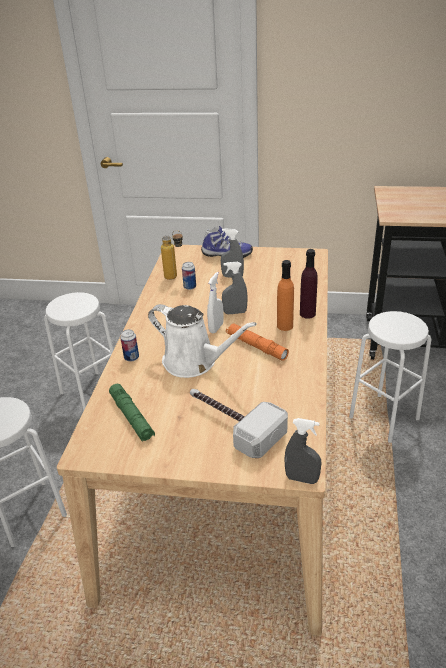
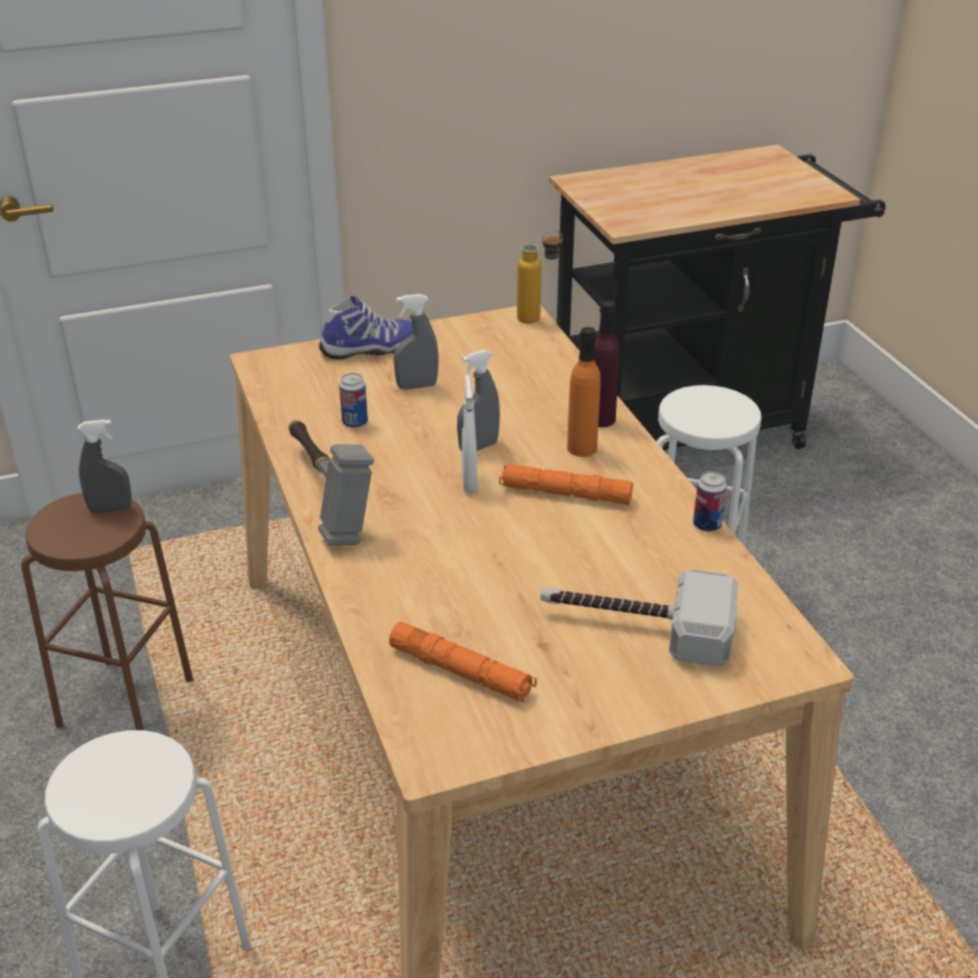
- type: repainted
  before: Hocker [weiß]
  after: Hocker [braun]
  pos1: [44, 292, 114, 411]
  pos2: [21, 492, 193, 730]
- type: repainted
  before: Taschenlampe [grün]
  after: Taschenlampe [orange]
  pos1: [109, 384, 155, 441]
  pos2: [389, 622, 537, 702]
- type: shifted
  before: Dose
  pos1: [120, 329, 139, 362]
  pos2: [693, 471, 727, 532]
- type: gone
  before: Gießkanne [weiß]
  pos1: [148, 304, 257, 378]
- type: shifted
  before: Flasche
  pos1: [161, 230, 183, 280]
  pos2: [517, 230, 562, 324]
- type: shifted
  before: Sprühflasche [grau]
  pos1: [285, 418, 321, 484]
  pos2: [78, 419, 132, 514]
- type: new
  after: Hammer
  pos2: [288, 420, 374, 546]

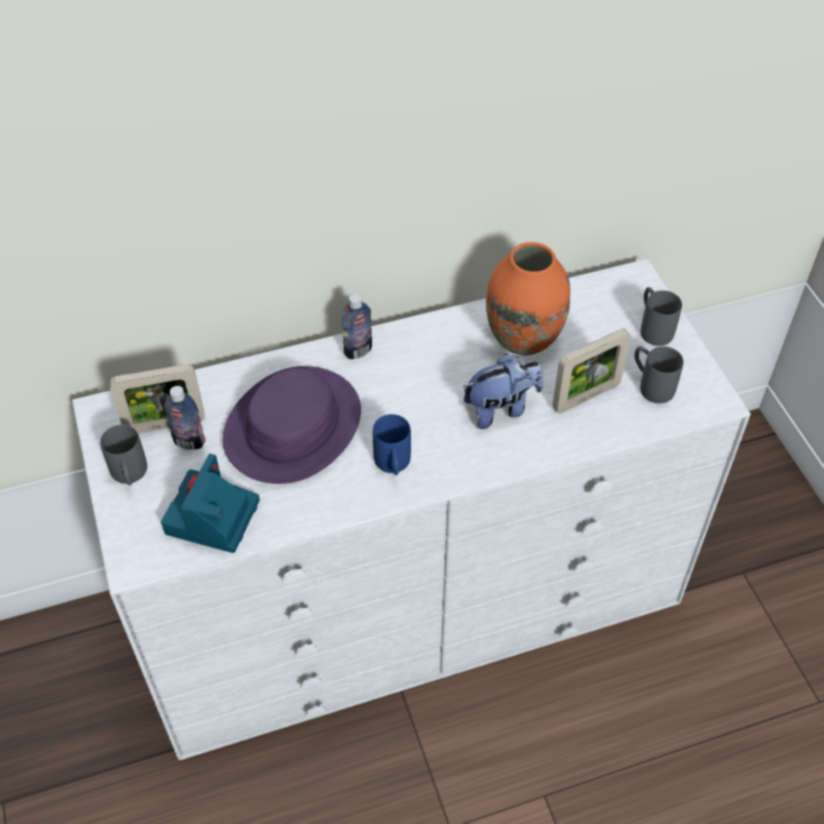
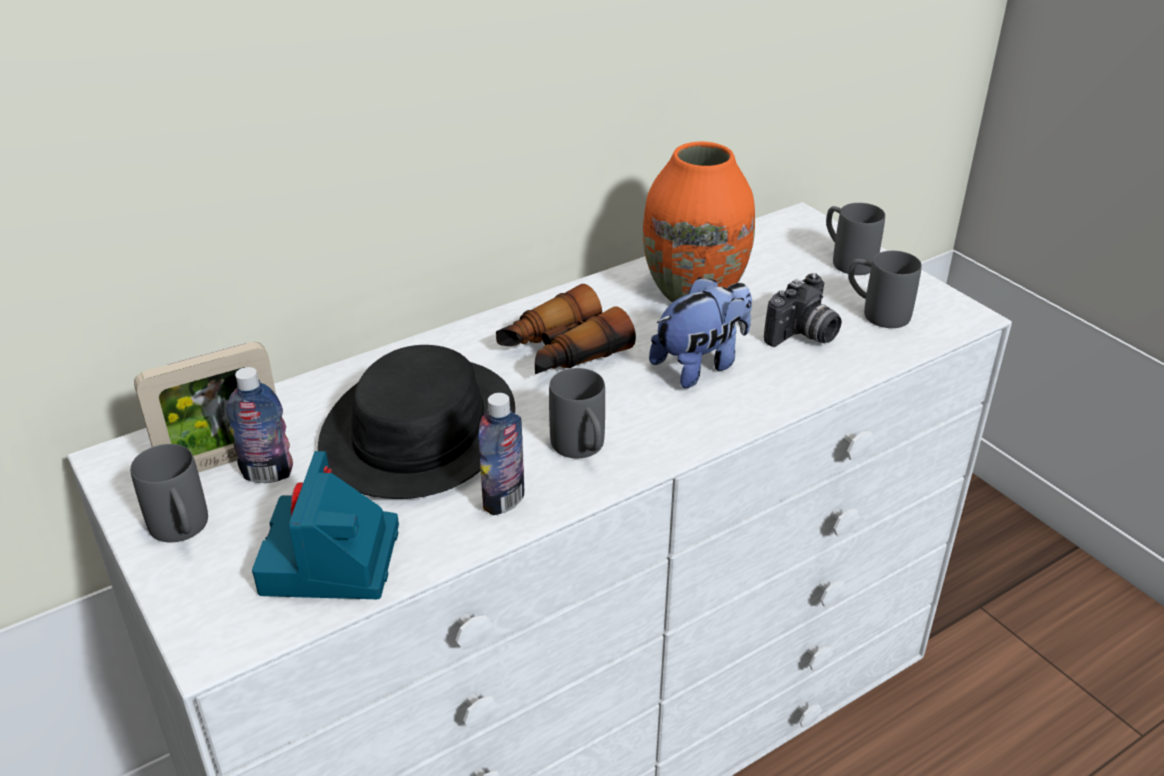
- type: repainted
  before: Hut [lila]
  after: Hut [schwarz]
  pos1: [223, 366, 361, 484]
  pos2: [318, 345, 515, 499]
- type: shifted
  before: Flasche
  pos1: [342, 294, 372, 359]
  pos2: [479, 393, 524, 515]
- type: repainted
  before: Henkelbecher [blau]
  after: Henkelbecher [grau]
  pos1: [373, 414, 411, 475]
  pos2: [549, 368, 605, 458]
- type: swapped
  before: Bilderrahmen
  after: Kamera
  pos1: [552, 329, 631, 414]
  pos2: [764, 273, 842, 347]
- type: new
  after: Fernglas
  pos2: [496, 284, 636, 374]

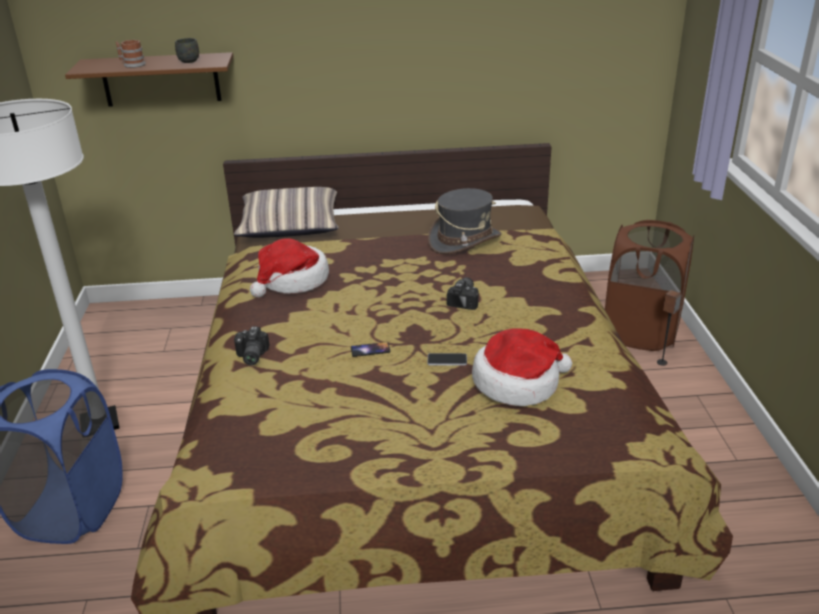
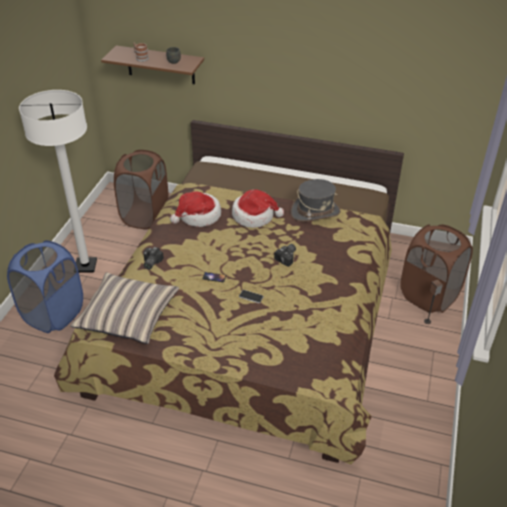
- type: shifted
  before: Kissen
  pos1: [234, 187, 339, 238]
  pos2: [70, 273, 179, 344]
- type: shifted
  before: Hut
  pos1: [472, 329, 572, 406]
  pos2: [232, 189, 284, 228]
- type: new
  after: Wäschekorb [braun]
  pos2: [114, 150, 169, 229]

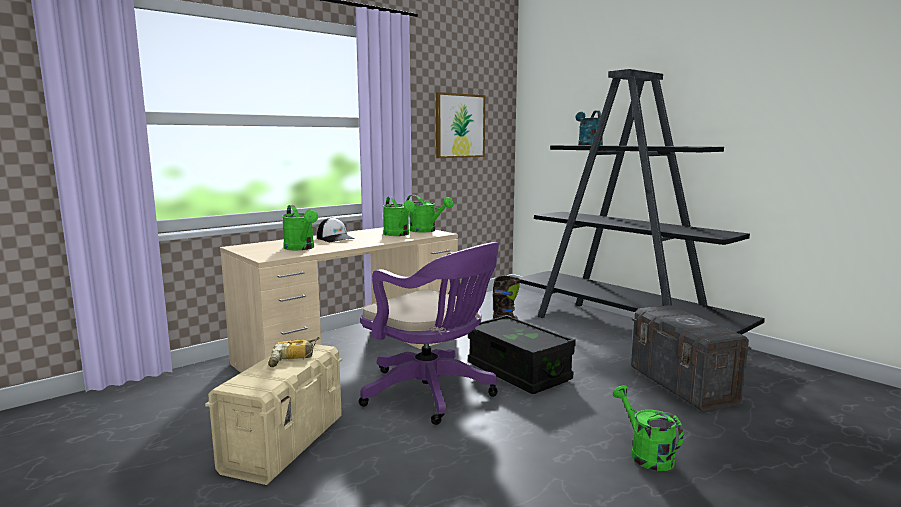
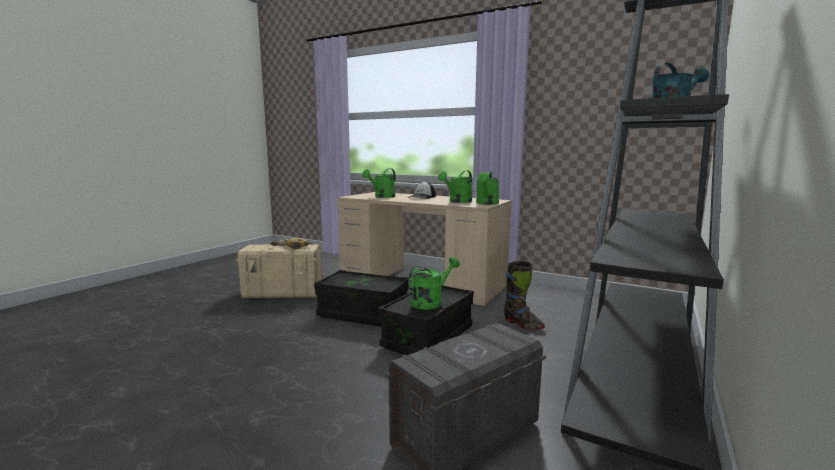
- type: swapped
  before: Bürostuhl [lila]
  after: Aufbewahrungsbox [schwarz]
  pos1: [359, 242, 499, 425]
  pos2: [314, 270, 409, 327]
- type: gone
  before: Bild
  pos1: [436, 92, 485, 158]
- type: shifted
  before: Gießkanne [grün]
  pos1: [613, 385, 683, 471]
  pos2: [408, 257, 460, 310]

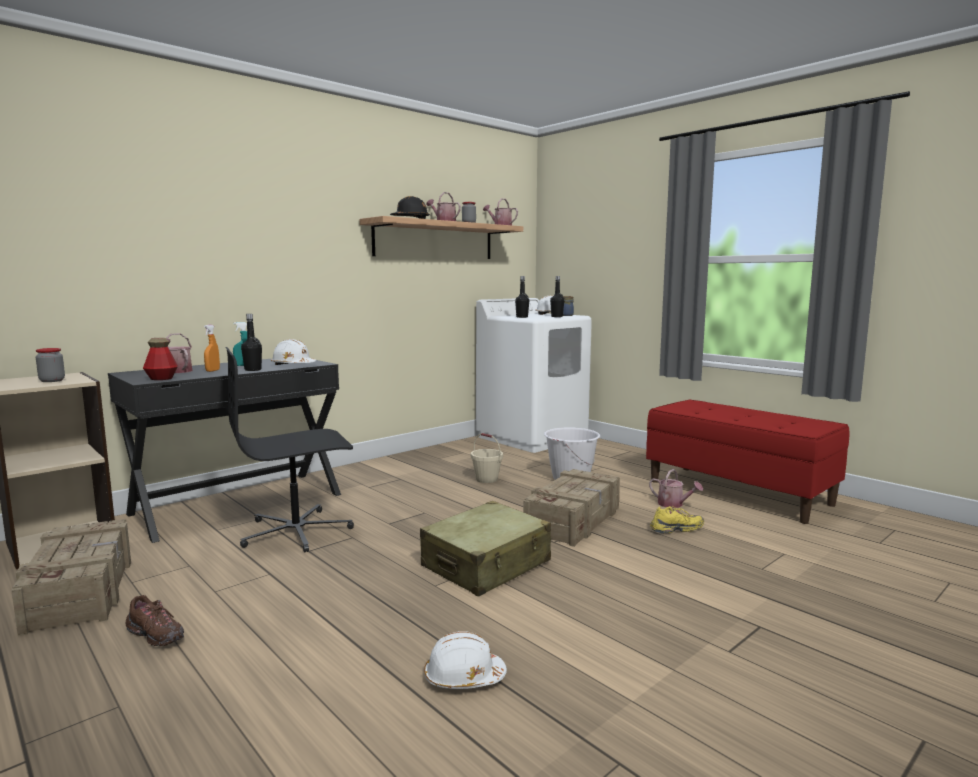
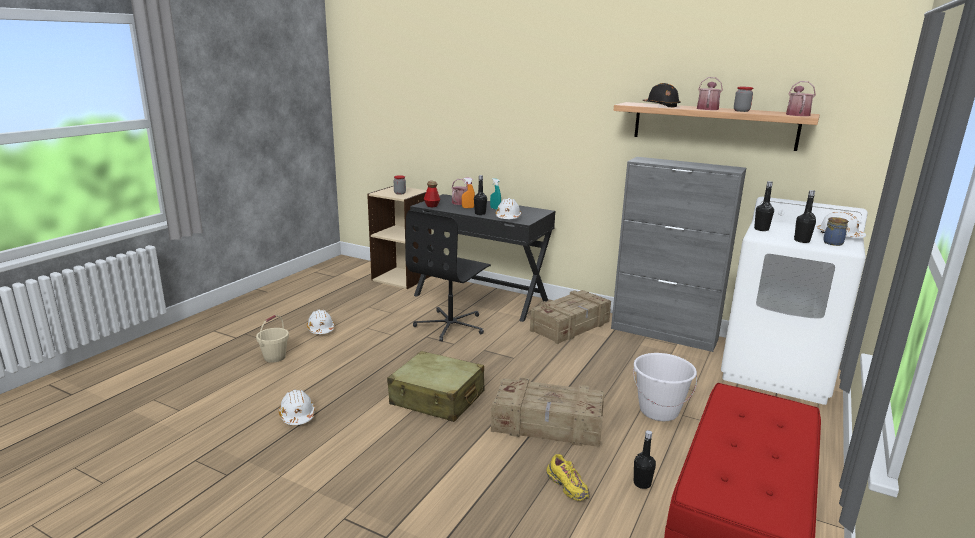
- type: shifted
  before: Kiste
  pos1: [11, 519, 131, 636]
  pos2: [530, 290, 611, 344]
- type: swapped
  before: Schuh [braun]
  after: Schutzhelm [weiß]
  pos1: [126, 595, 184, 646]
  pos2: [307, 310, 334, 334]
- type: rotated
  before: Bürostuhl [schwarz]
  pos1: [225, 347, 354, 553]
  pos2: [405, 210, 491, 342]
  turn: -105
- type: shifted
  before: Eimer [beige]
  pos1: [471, 433, 503, 483]
  pos2: [256, 315, 289, 363]
- type: swapped
  before: Gießkanne
  after: Flasche [schwarz]
  pos1: [649, 469, 703, 508]
  pos2: [634, 430, 656, 489]
- type: new
  after: Schrank [grau]
  pos2: [611, 157, 746, 352]

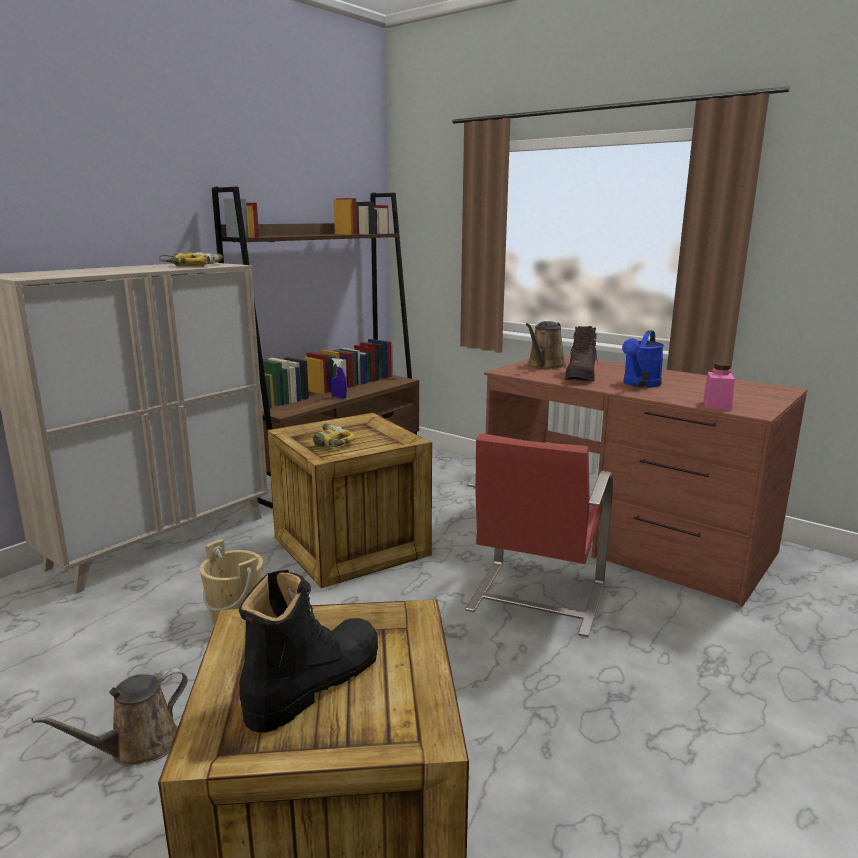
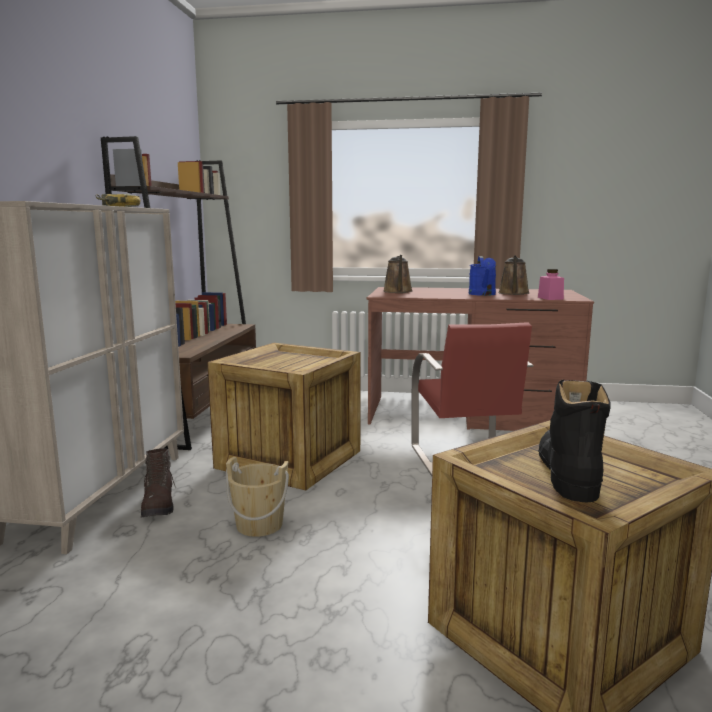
- type: shifted
  before: Gießkanne [braun]
  pos1: [31, 667, 188, 766]
  pos2: [498, 255, 530, 295]
- type: gone
  before: Bohrmaschine
  pos1: [307, 423, 356, 447]
- type: gone
  before: Sprühflasche [blau]
  pos1: [331, 358, 347, 399]
- type: shifted
  before: Stiefel [braun]
  pos1: [565, 326, 599, 382]
  pos2: [141, 448, 176, 518]

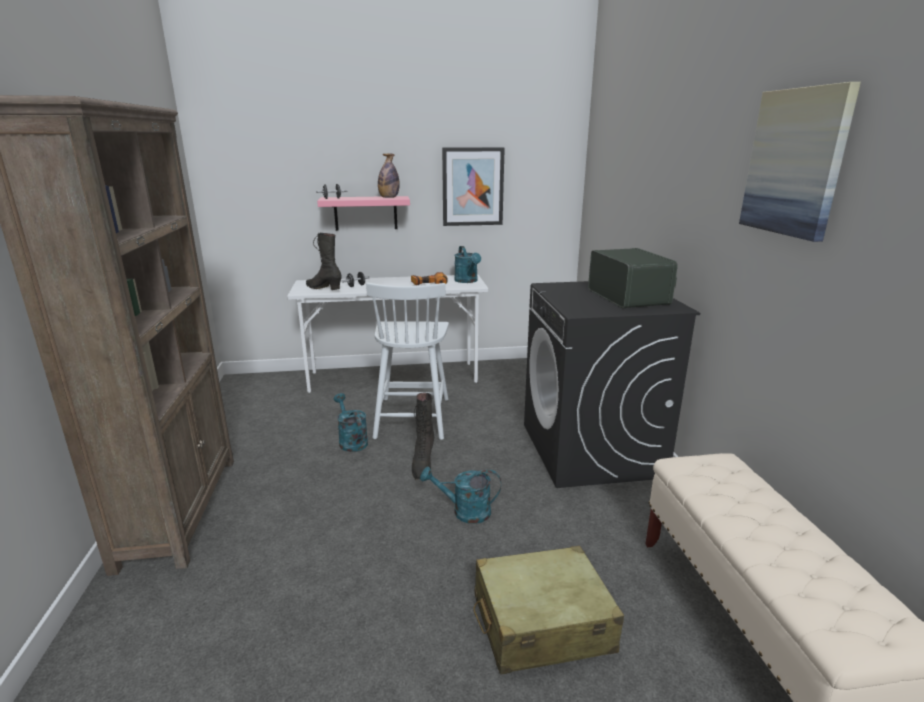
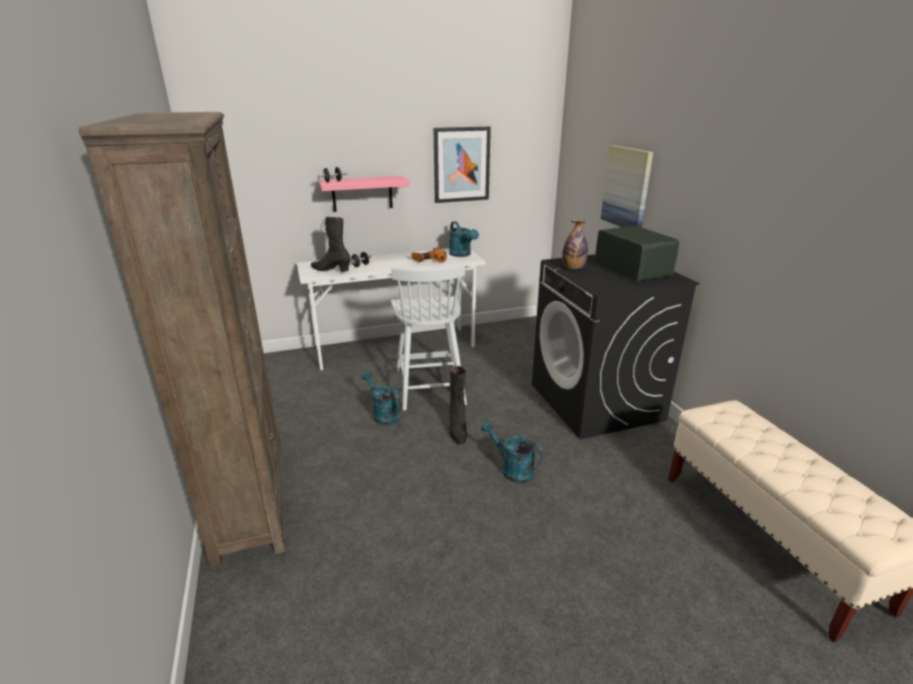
- type: shifted
  before: Flasche
  pos1: [378, 154, 400, 198]
  pos2: [562, 220, 588, 269]
- type: rotated
  before: Gießkanne [türkis]
  pos1: [420, 466, 501, 524]
  pos2: [481, 421, 543, 483]
  turn: 45
- type: gone
  before: Koffer [beige]
  pos1: [473, 546, 624, 674]
- type: shifted
  before: Bild
  pos1: [739, 82, 861, 242]
  pos2: [601, 145, 654, 227]

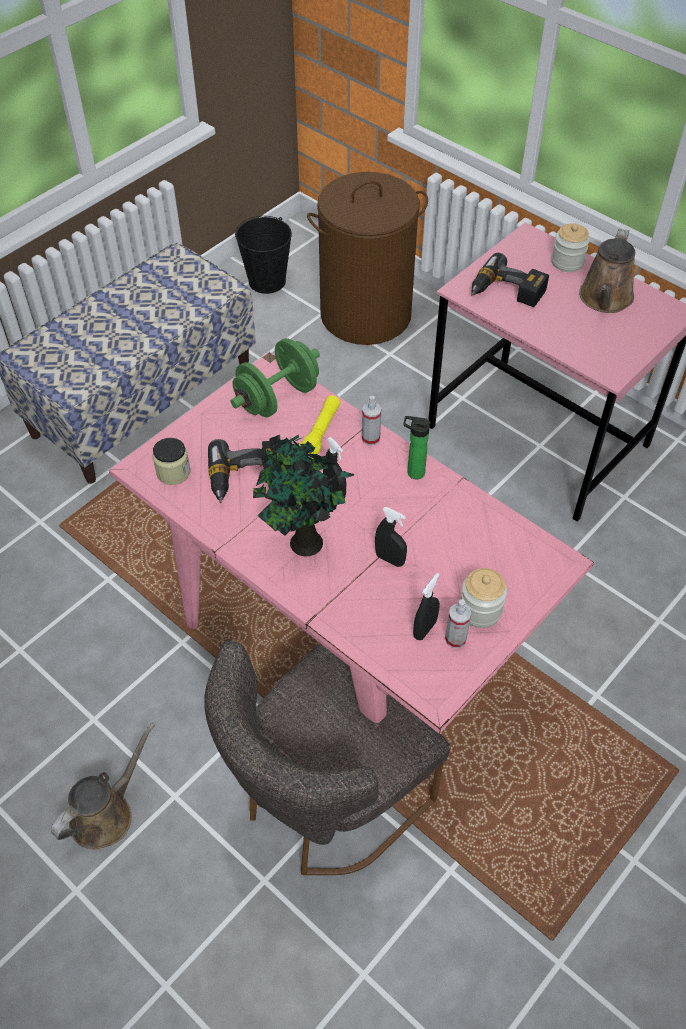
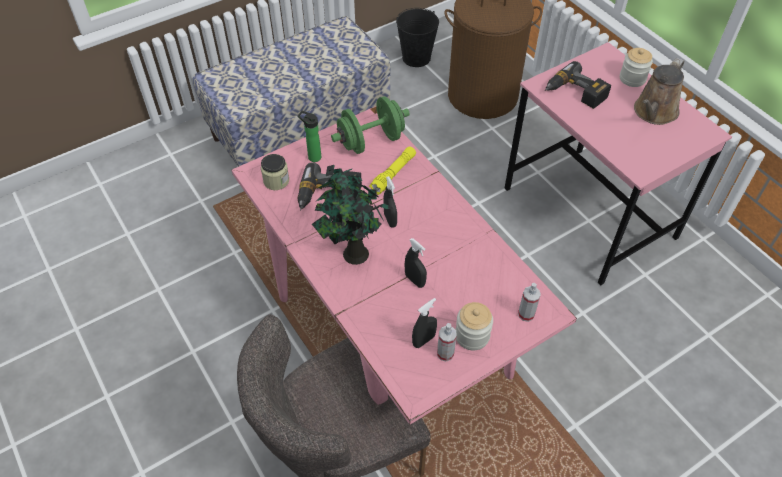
- type: gone
  before: Gießkanne [braun]
  pos1: [51, 723, 155, 849]
- type: shifted
  before: Sprühflasche
  pos1: [362, 396, 381, 445]
  pos2: [518, 283, 541, 322]
- type: shifted
  before: Flasche
  pos1: [403, 416, 431, 479]
  pos2: [298, 111, 321, 162]

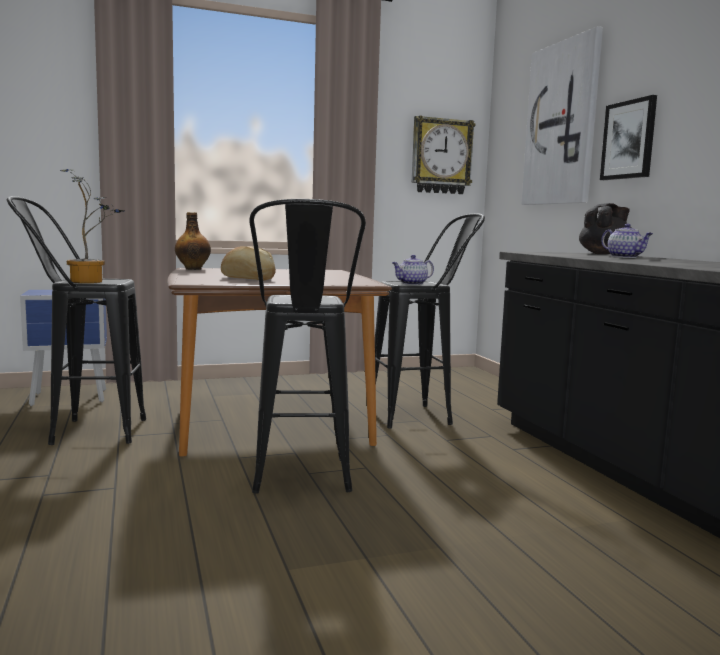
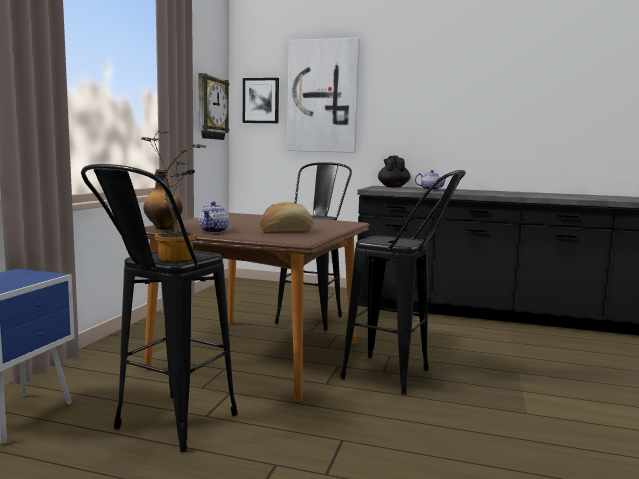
- type: shifted
  before: Teekanne
  pos1: [392, 255, 434, 285]
  pos2: [198, 201, 229, 233]
- type: shifted
  before: Bild
  pos1: [600, 95, 657, 180]
  pos2: [243, 78, 279, 123]

